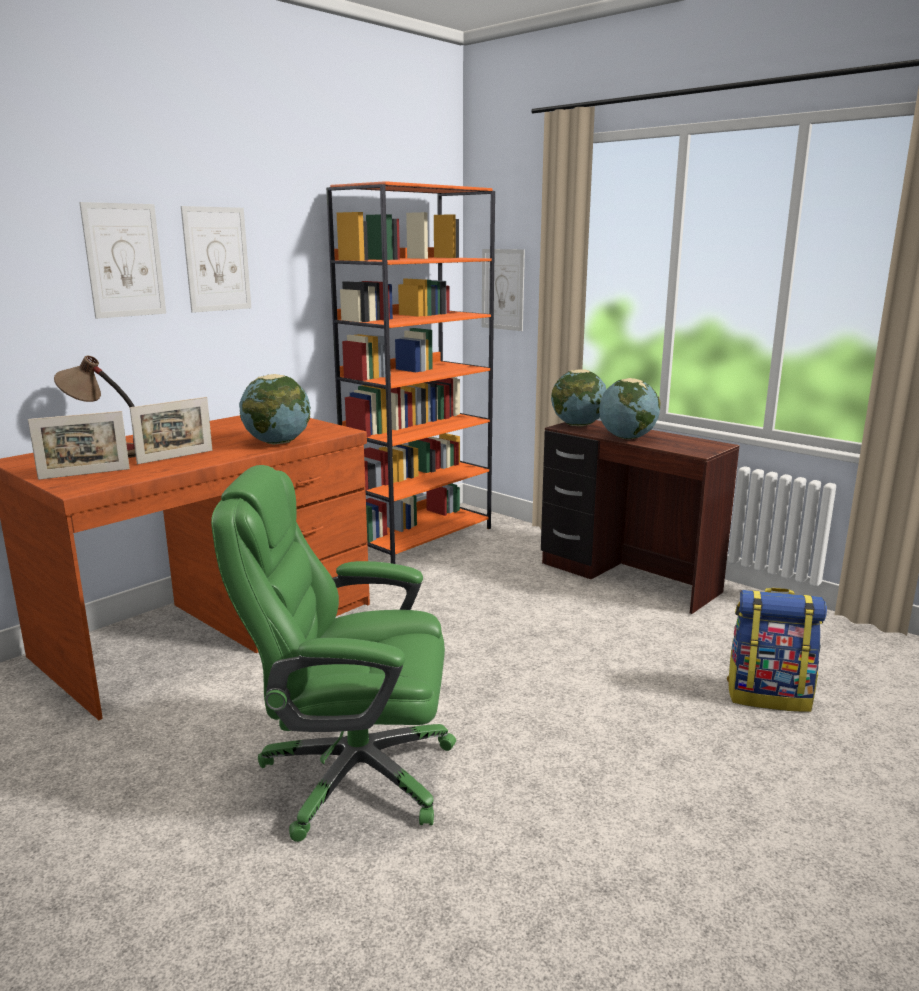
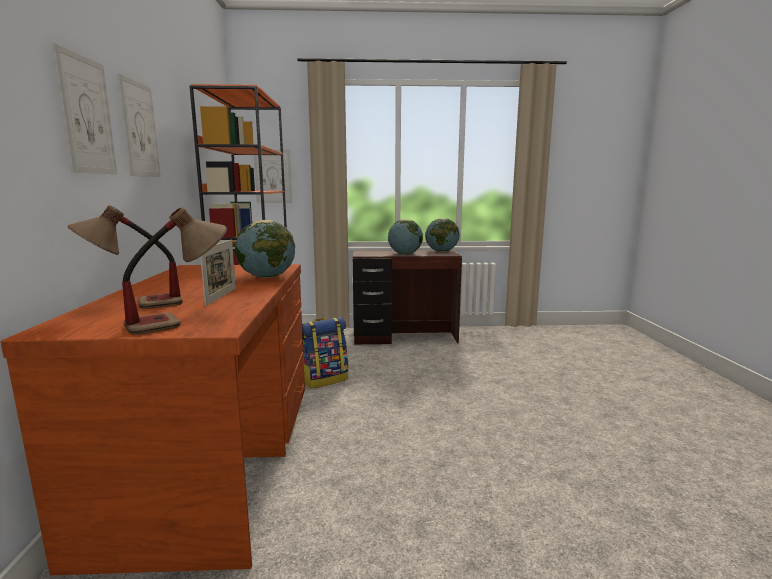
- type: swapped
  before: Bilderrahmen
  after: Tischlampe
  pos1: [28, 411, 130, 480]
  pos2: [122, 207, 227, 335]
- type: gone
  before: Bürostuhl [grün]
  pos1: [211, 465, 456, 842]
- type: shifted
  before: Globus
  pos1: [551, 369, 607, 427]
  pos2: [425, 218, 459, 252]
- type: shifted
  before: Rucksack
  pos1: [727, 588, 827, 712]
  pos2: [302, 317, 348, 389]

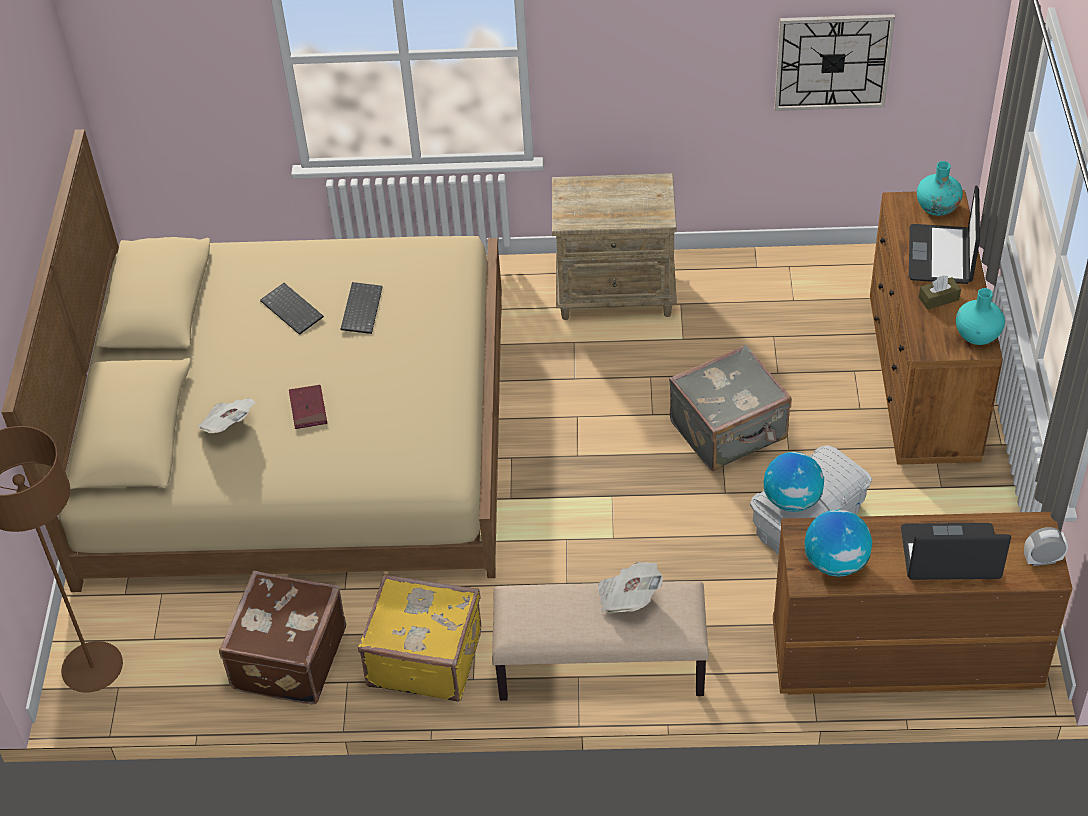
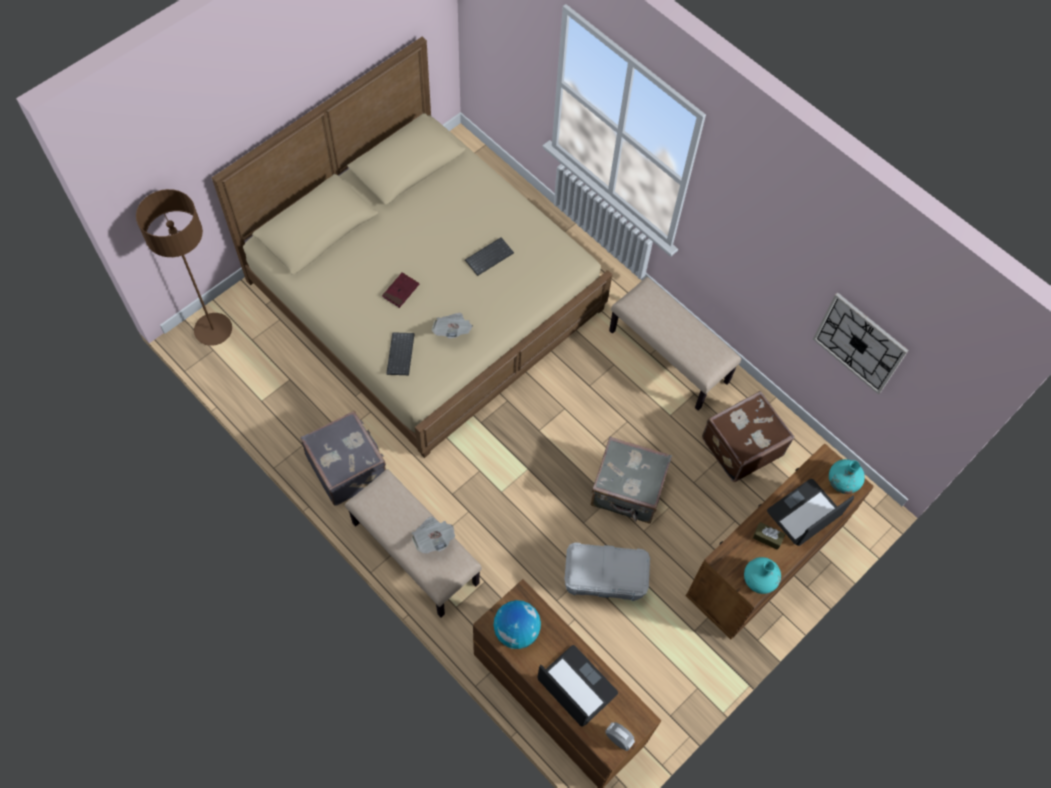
- type: shifted
  before: Zeitung
  pos1: [197, 398, 256, 433]
  pos2: [431, 312, 473, 339]
- type: shifted
  before: Koffer [braun]
  pos1: [219, 571, 346, 705]
  pos2: [702, 391, 795, 482]
- type: shifted
  before: Tastatur
  pos1: [260, 283, 324, 335]
  pos2: [386, 332, 415, 375]
- type: repainted
  before: Koffer [gelb]
  after: Koffer [grau]
  pos1: [358, 574, 481, 701]
  pos2: [300, 411, 386, 506]
- type: swapped
  before: Nachttisch [beige]
  after: Bank [beige]
  pos1: [552, 173, 677, 320]
  pos2: [609, 277, 741, 411]
- type: gone
  before: Globus
  pos1: [764, 452, 824, 512]

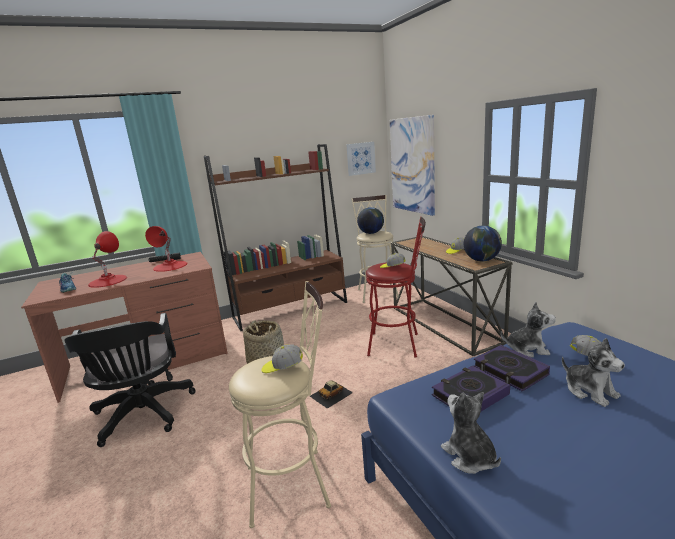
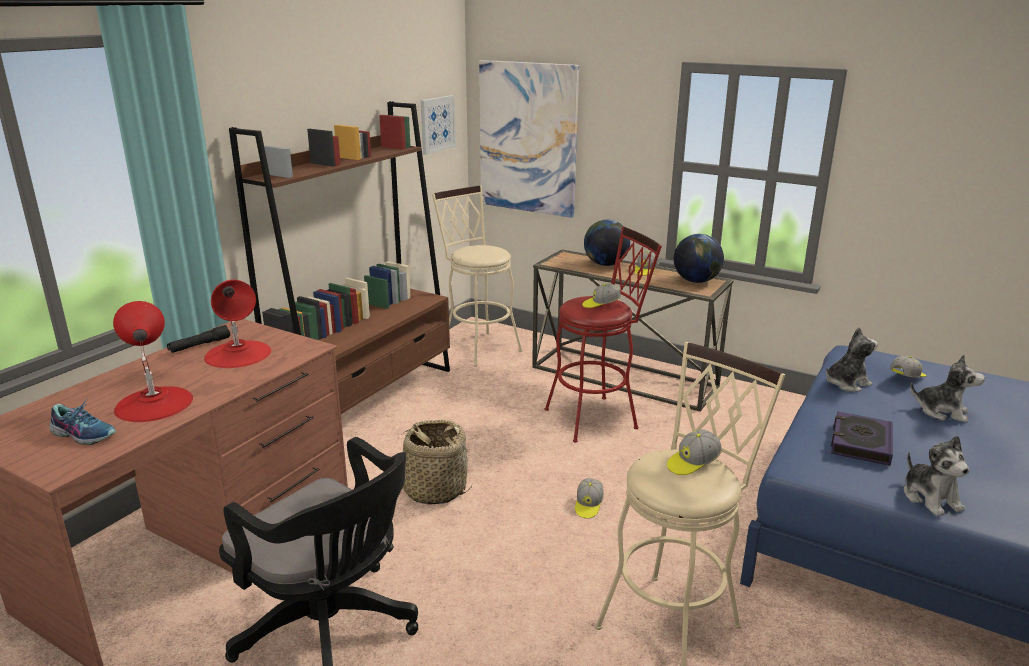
- type: swapped
  before: Spielzeugauto
  after: Kappe
  pos1: [310, 381, 353, 409]
  pos2: [575, 478, 604, 519]
- type: shifted
  before: Globus
  pos1: [357, 207, 384, 234]
  pos2: [584, 220, 630, 266]
- type: rotated
  before: Plüschtier
  pos1: [441, 392, 501, 474]
  pos2: [904, 435, 970, 516]
  turn: -135
- type: gone
  before: Buch
  pos1: [474, 345, 550, 392]

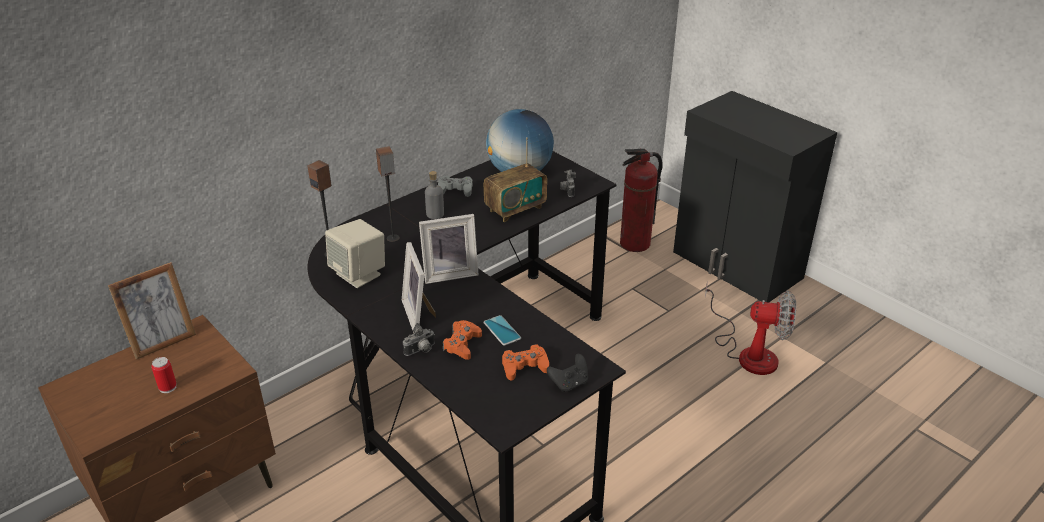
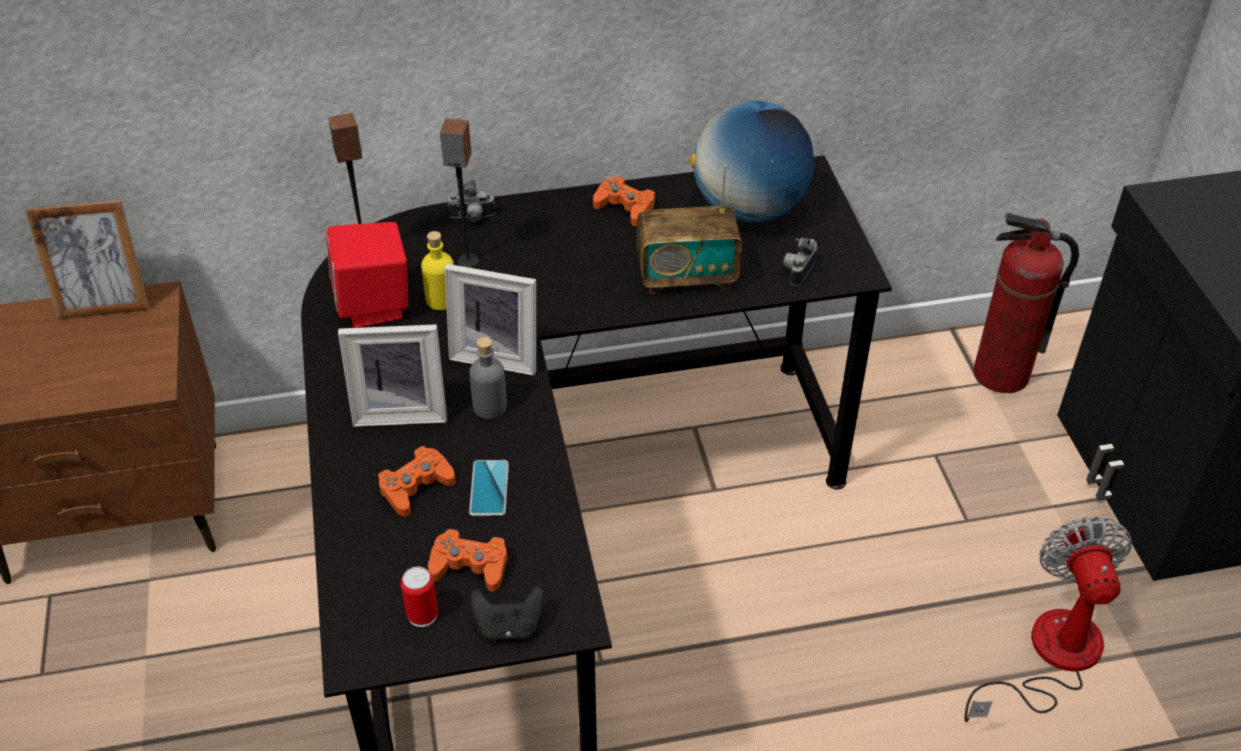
- type: shifted
  before: Dose
  pos1: [151, 357, 177, 393]
  pos2: [401, 567, 438, 627]
- type: repainted
  before: Lautsprecher [beige]
  after: Lautsprecher [rot]
  pos1: [325, 219, 385, 288]
  pos2: [326, 222, 408, 328]
- type: rotated
  before: Bilderrahmen
  pos1: [402, 242, 436, 333]
  pos2: [338, 324, 447, 427]
  turn: -105
- type: shifted
  before: Kamera
  pos1: [403, 323, 435, 356]
  pos2: [447, 180, 495, 222]
- type: shifted
  before: Flasche [grau]
  pos1: [425, 171, 444, 219]
  pos2: [469, 337, 507, 419]
- type: repainted
  before: Gamepad [grau]
  after: Gamepad [orange]
  pos1: [438, 175, 473, 197]
  pos2: [593, 176, 655, 226]
- type: rotated
  before: Ventilator
  pos1: [705, 281, 796, 375]
  pos2: [964, 517, 1132, 722]
  turn: -135
- type: new
  after: Flasche [gelb]
  pos2: [421, 231, 454, 310]

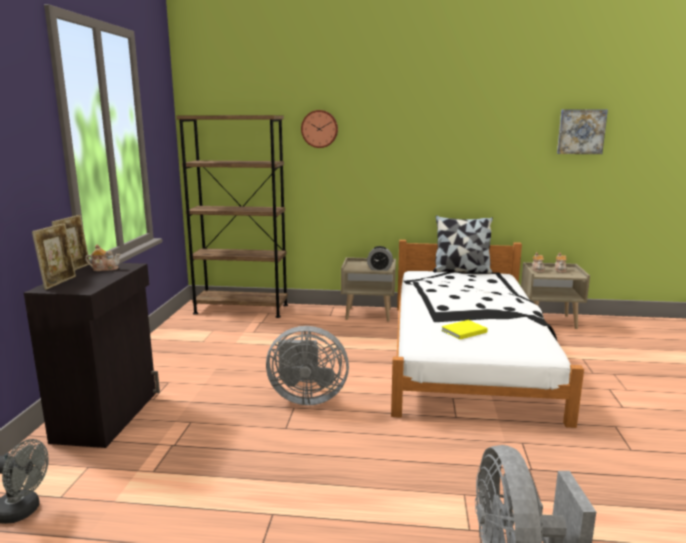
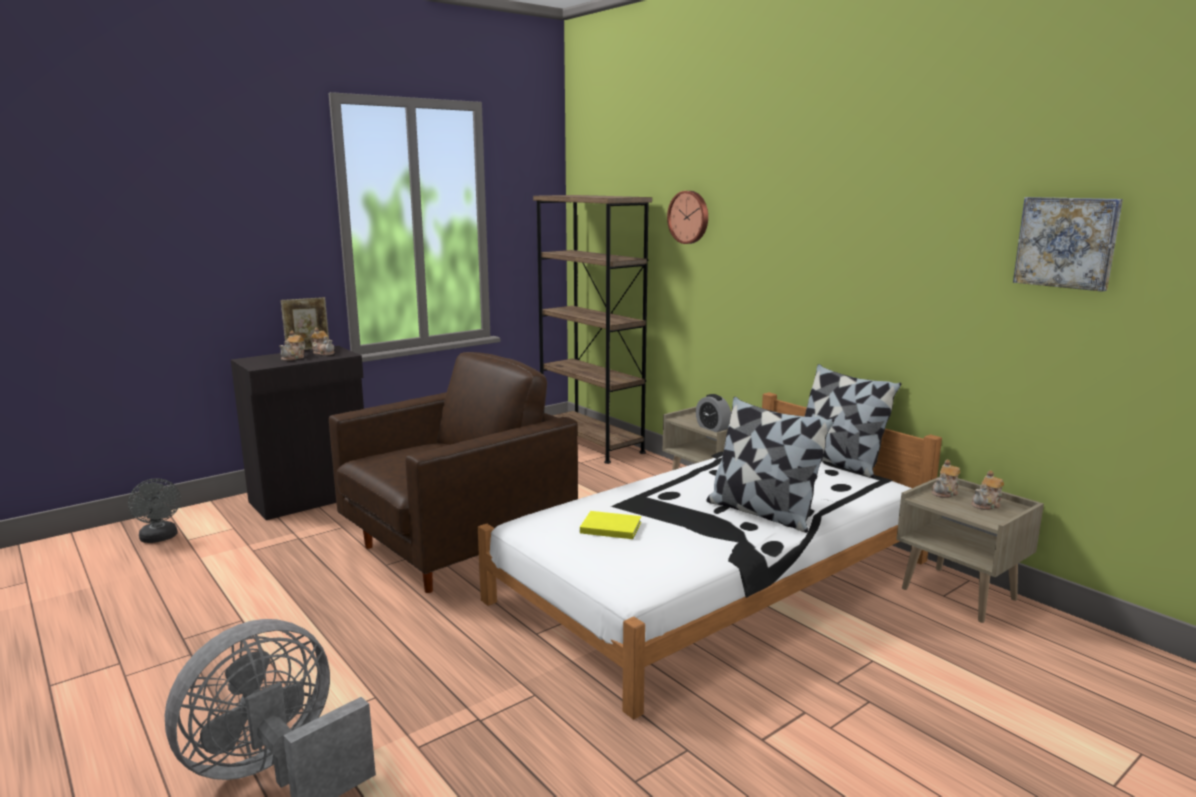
- type: gone
  before: Bilderrahmen
  pos1: [32, 223, 76, 290]
- type: swapped
  before: Ventilator [grau]
  after: Sessel [braun]
  pos1: [266, 326, 349, 405]
  pos2: [329, 352, 578, 593]
- type: new
  after: Teekanne
  pos2: [279, 331, 305, 361]
- type: new
  after: Kissen
  pos2: [707, 397, 834, 533]

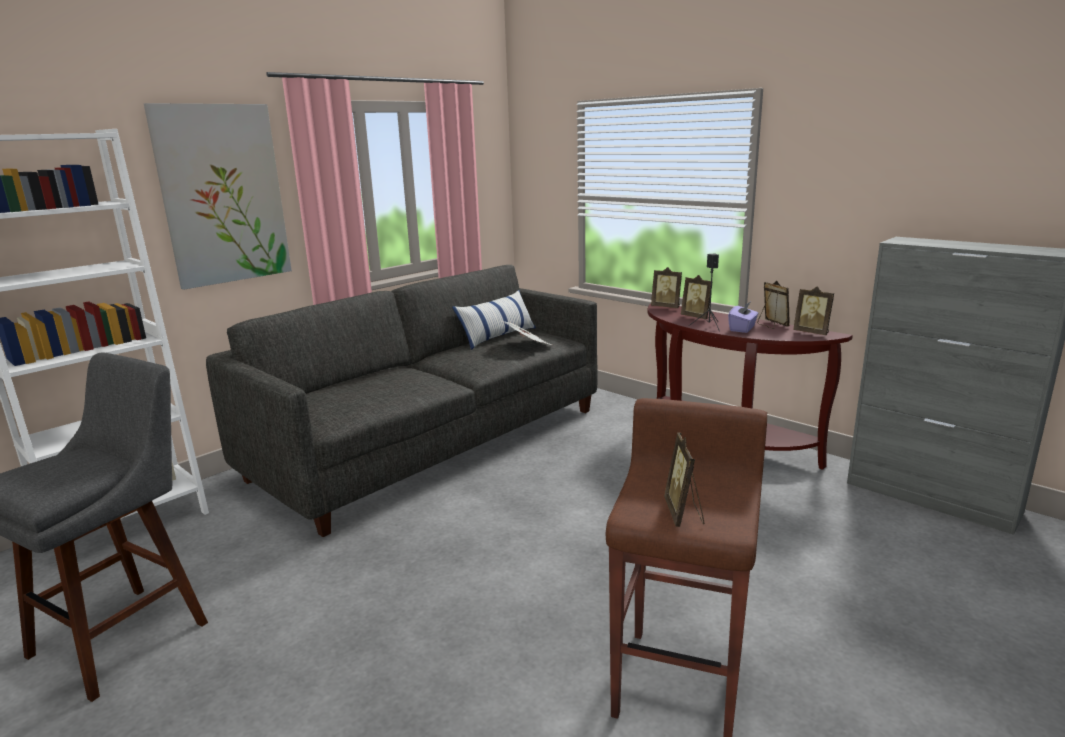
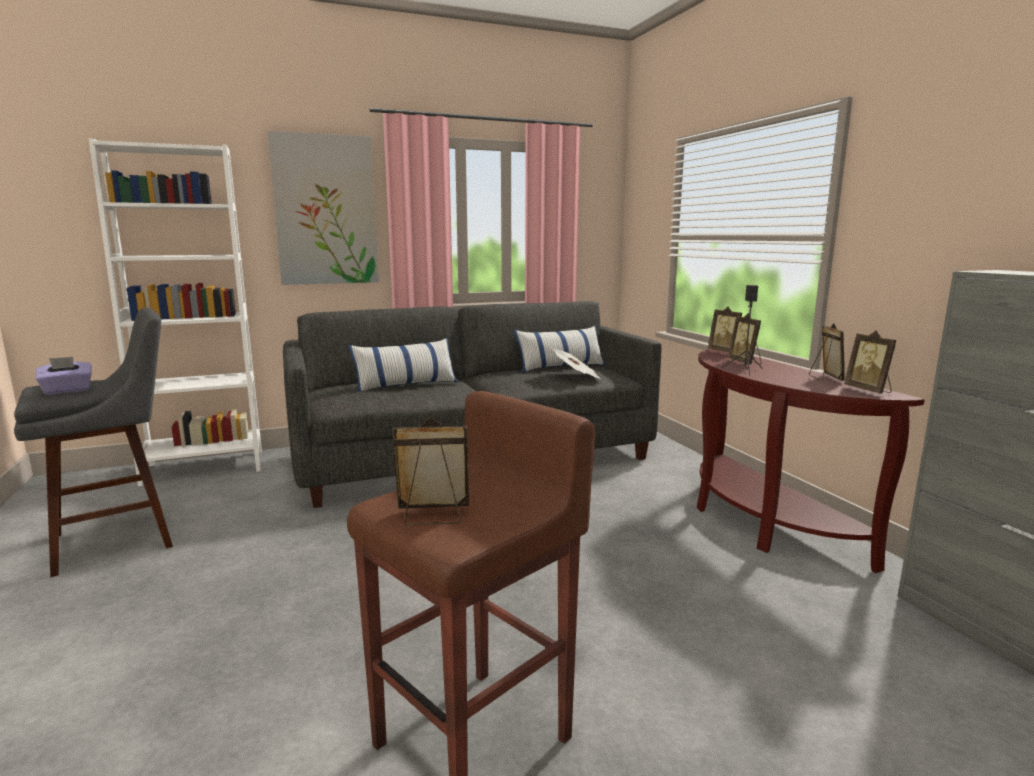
- type: rotated
  before: Bilderrahmen
  pos1: [664, 432, 705, 527]
  pos2: [393, 417, 469, 526]
  turn: 60
- type: shifted
  before: Taschentuchbox [lila]
  pos1: [728, 301, 759, 333]
  pos2: [36, 357, 92, 395]
- type: new
  after: Kissen
  pos2: [348, 338, 458, 392]

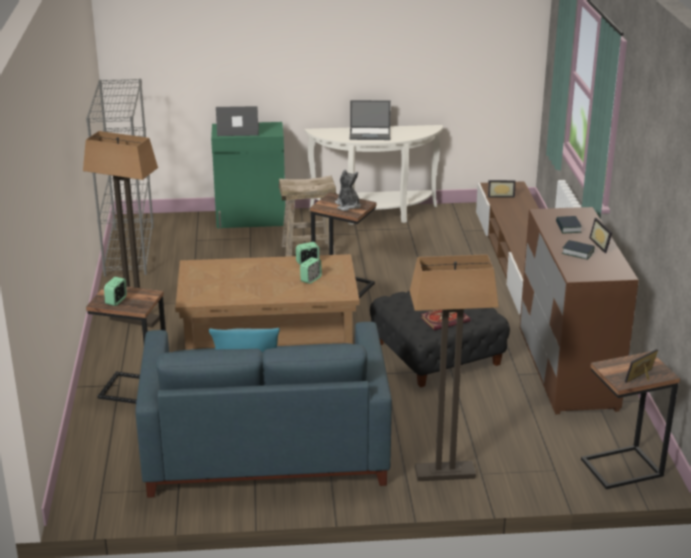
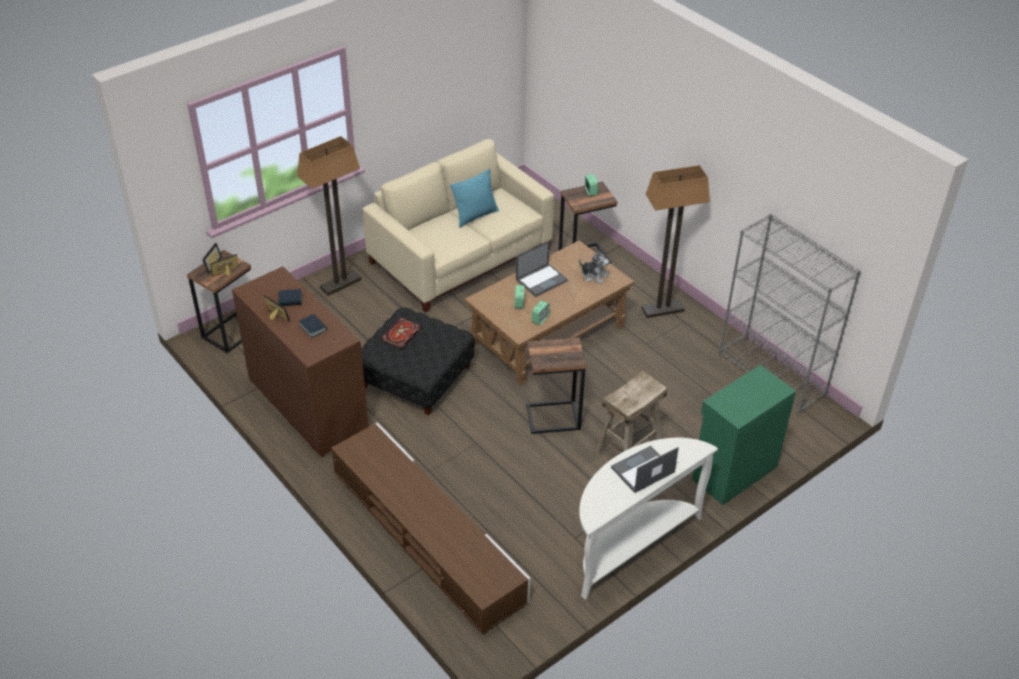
- type: repainted
  before: Sofa [blau]
  after: Sofa [beige]
  pos1: [135, 322, 392, 498]
  pos2: [363, 139, 554, 313]
- type: shifted
  before: Laptop
  pos1: [216, 106, 259, 136]
  pos2: [516, 241, 568, 297]
- type: shifted
  before: Plüschtier
  pos1: [335, 169, 361, 211]
  pos2: [579, 249, 609, 284]
- type: shifted
  before: Bilderrahmen
  pos1: [488, 180, 516, 198]
  pos2: [210, 254, 238, 277]

